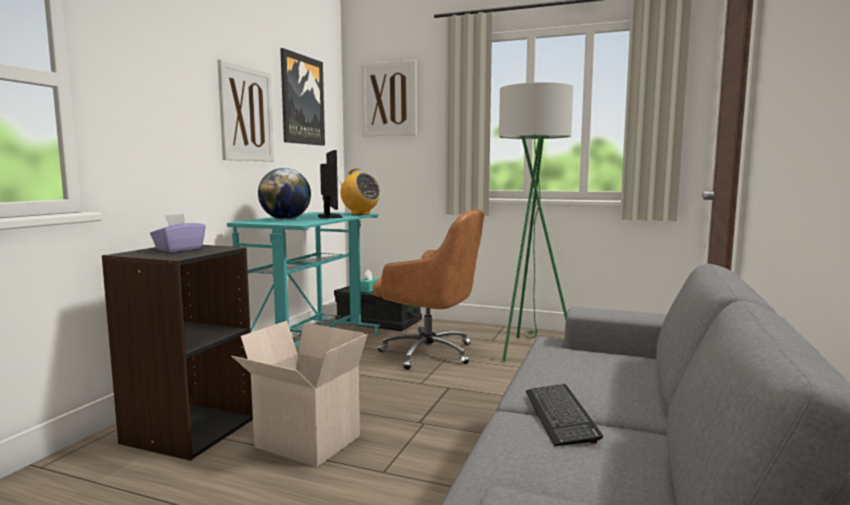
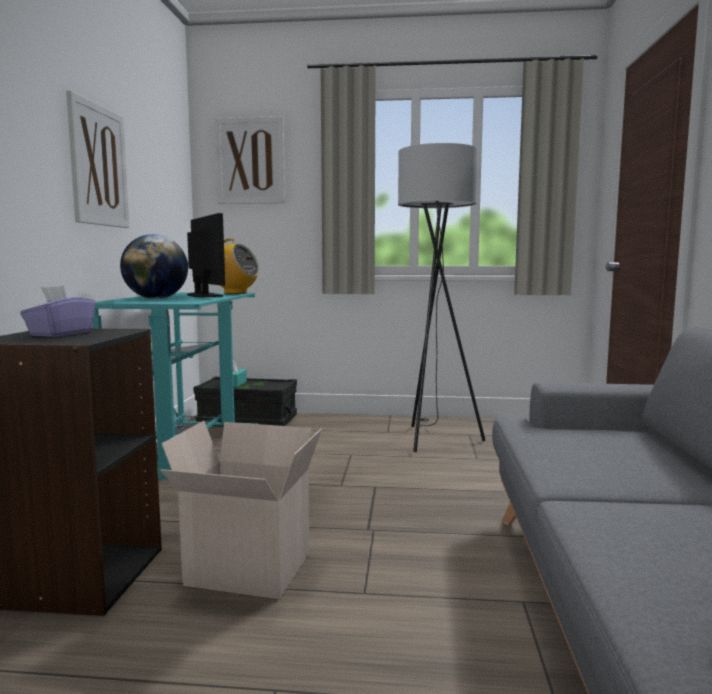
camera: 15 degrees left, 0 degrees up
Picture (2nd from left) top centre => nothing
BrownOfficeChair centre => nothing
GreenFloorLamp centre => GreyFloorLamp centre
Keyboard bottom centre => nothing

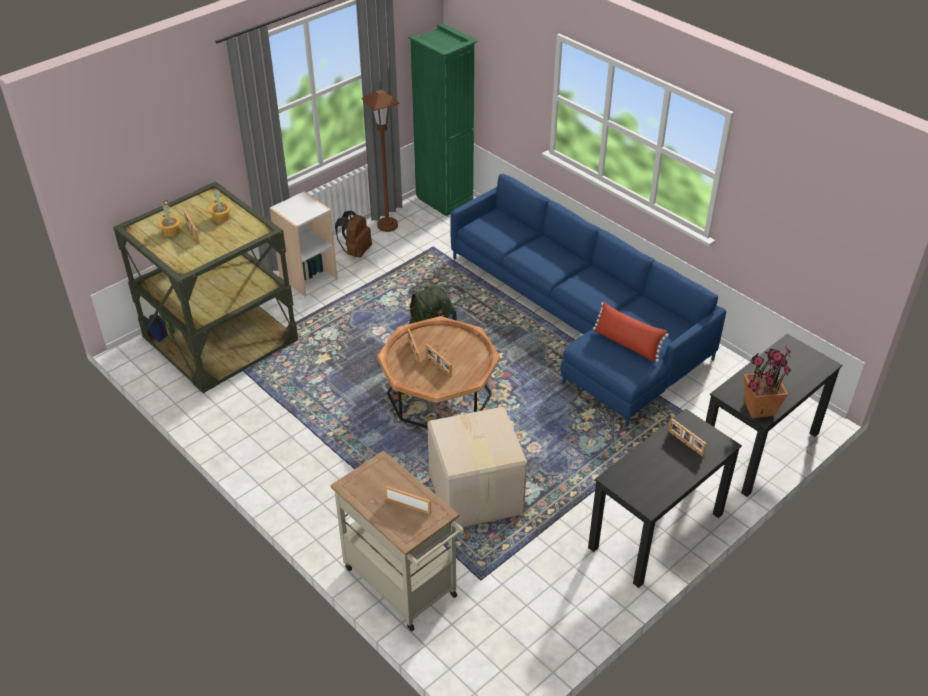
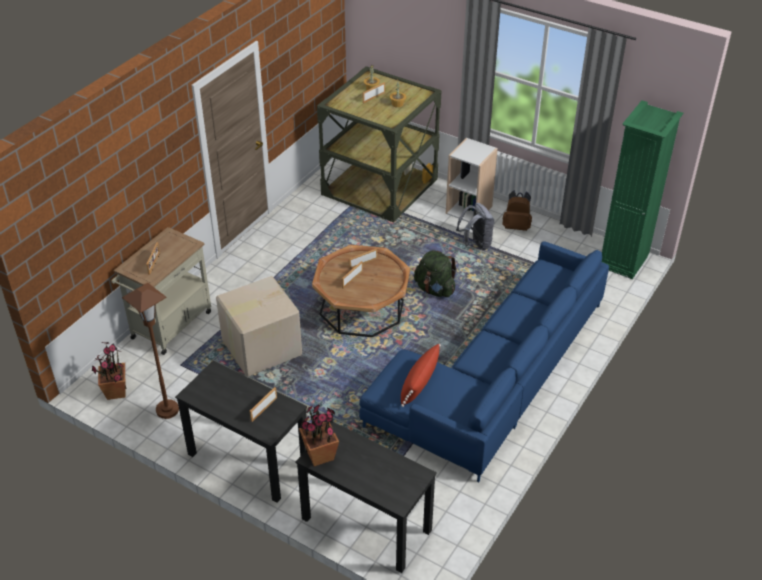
camera: 75 degrees right, 0 degrees up
BrownFloorLamp top centre => BrownFloorLamp middle left, move
nothing => PottedPlant (1st from left) middle left
nothing => GreyBackpack centre

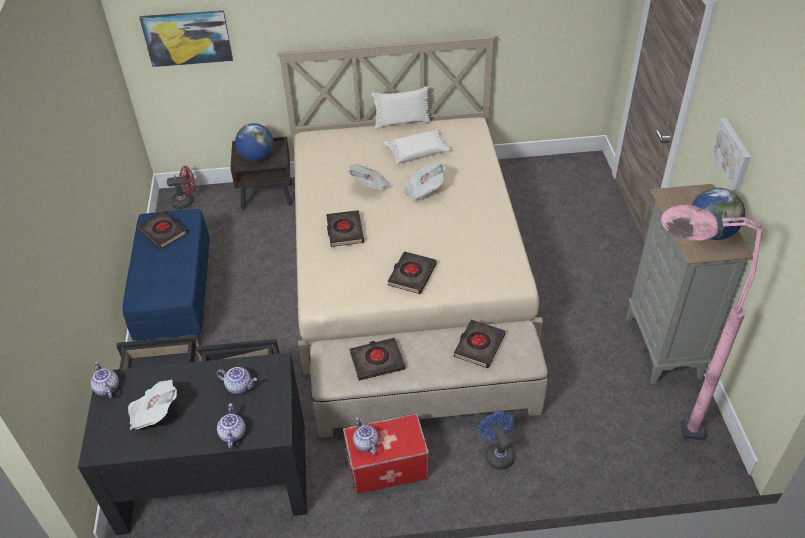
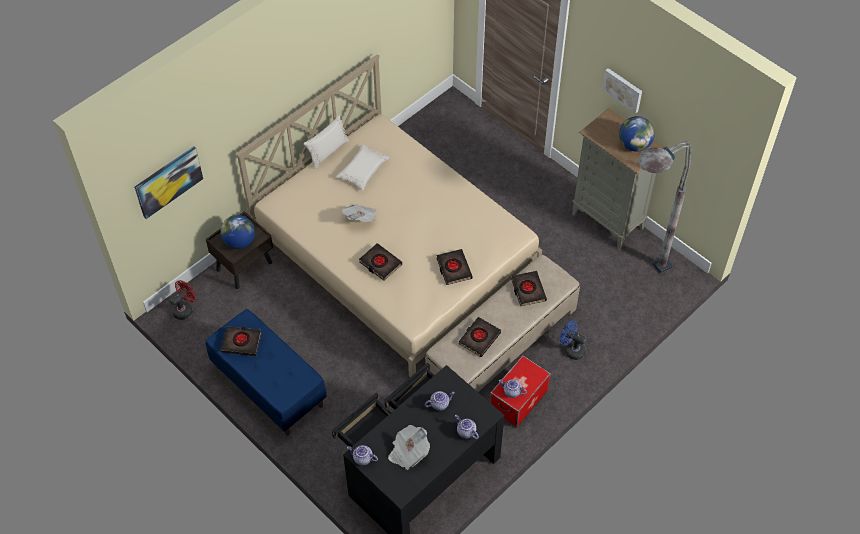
camera: 40 degrees left, 10 degrees up
Newspaper (3rd from left) centre => nothing
PinkFloorLamp middle right => GreyFloorLamp middle right

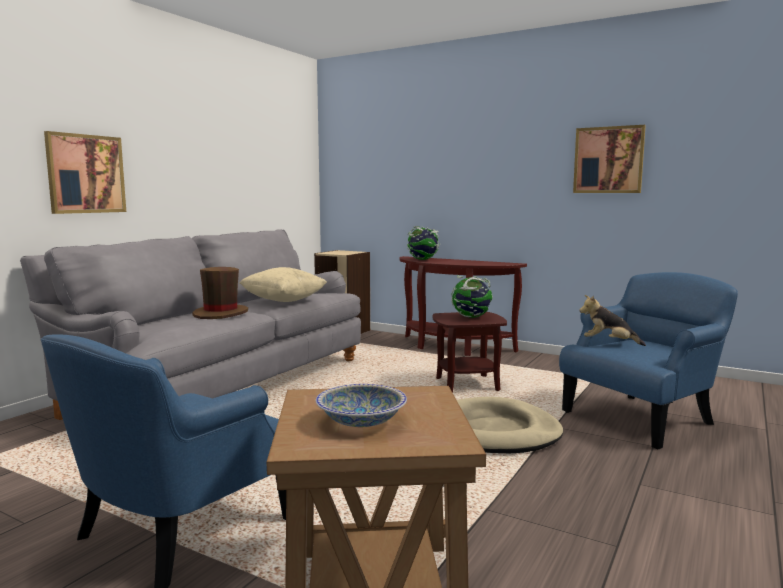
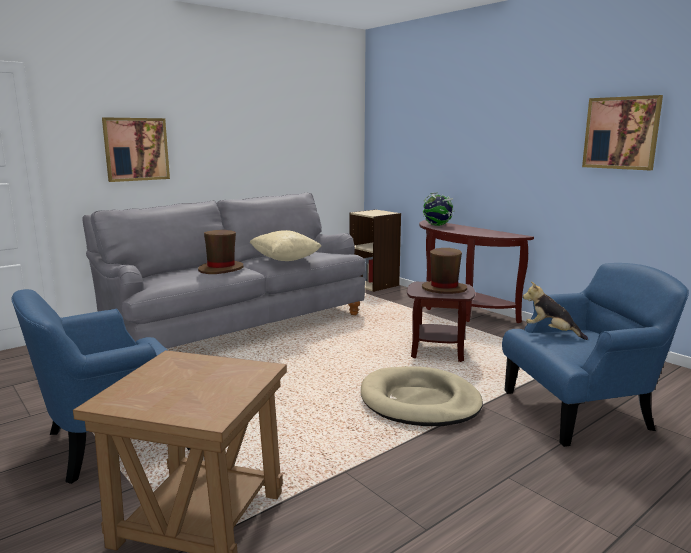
camera: 20 degrees right, 5 degrees up
Bowl bottom centre => nothing
Globe (2nd from left) centre => BrownHat (2nd from left) centre

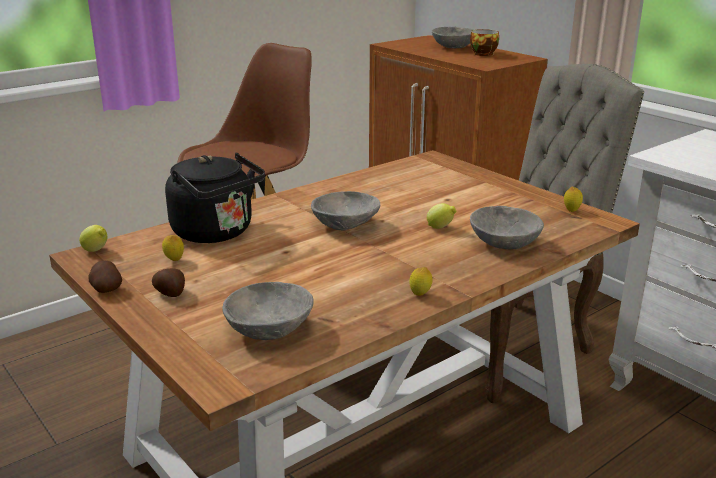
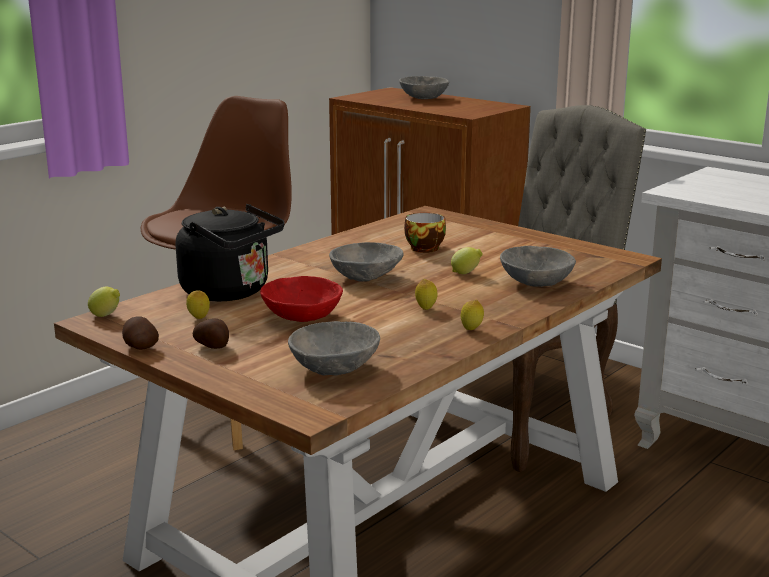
camera: 10 degrees left, 5 degrees down
Cup top right => Cup centre, move
Lemon (5th from left in the first image) middle right => Lemon (3rd from left) centre, move
nothing => RedBowl centre

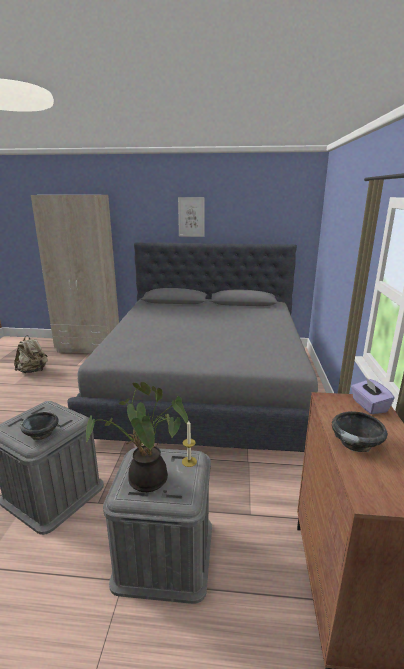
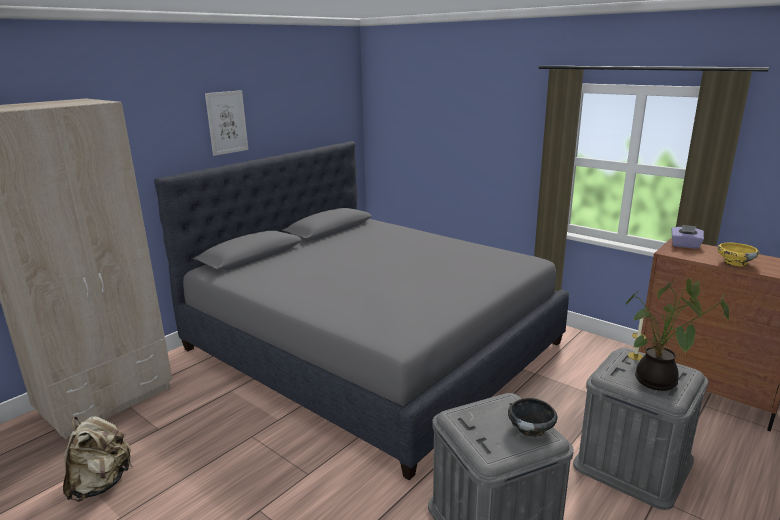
camera: 55 degrees left, 0 degrees up
BlackBowl (2nd from left) middle right => YellowBowl middle right

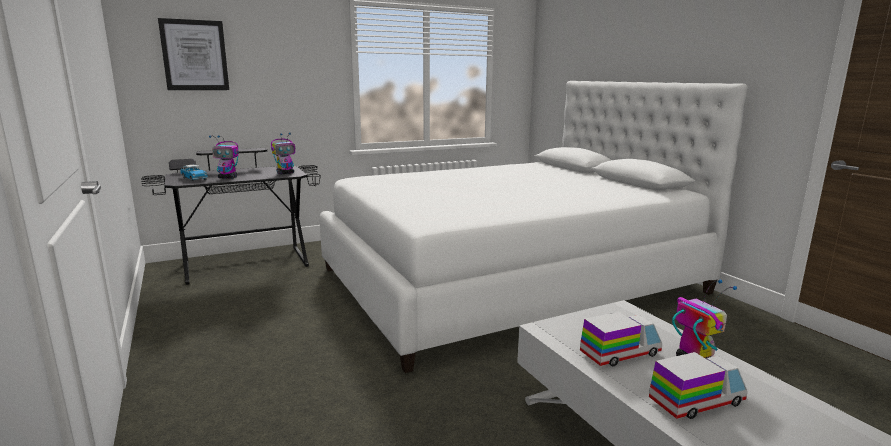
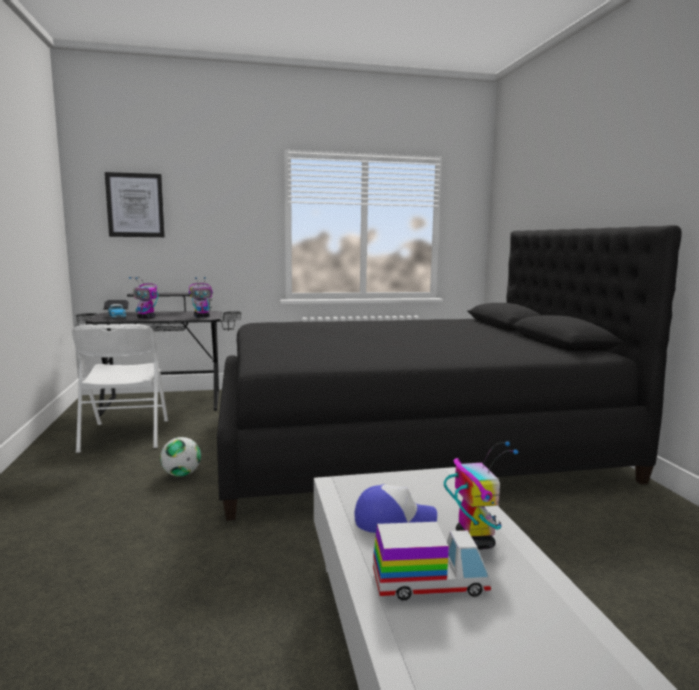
camera: 15 degrees right, 5 degrees down
WhiteBed centre => BlackBed centre
ToyTruck (1st from left) bottom right => Cap bottom centre
nothing => WhiteChair middle left
nothing => Football middle left

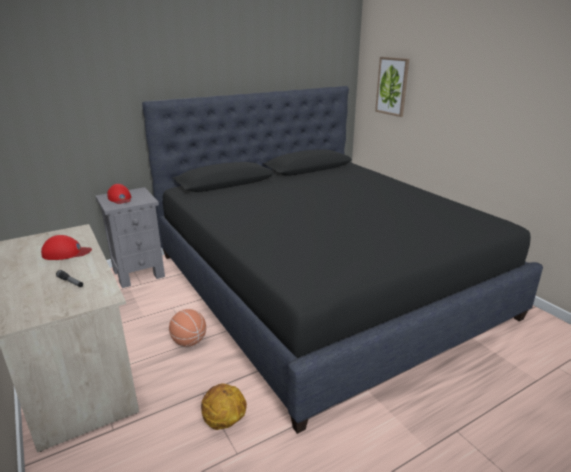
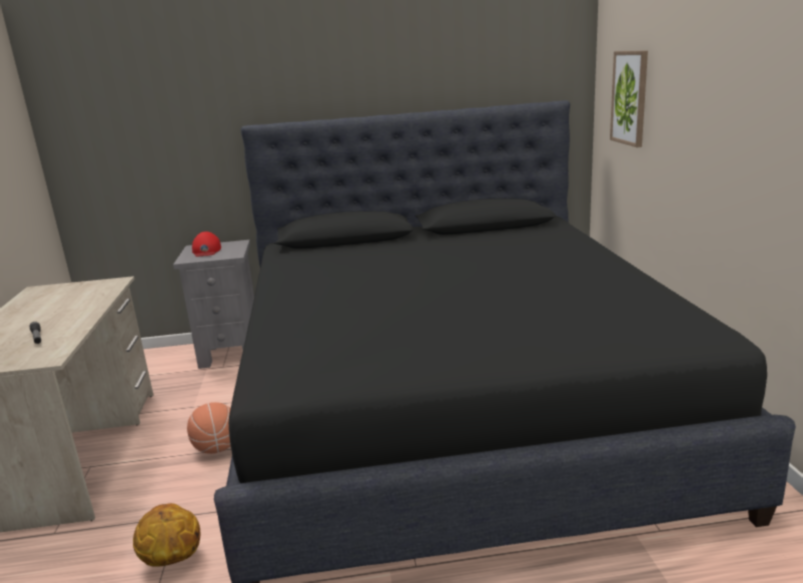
camera: 25 degrees right, 5 degrees down
RedCap (1st from left) middle left => nothing

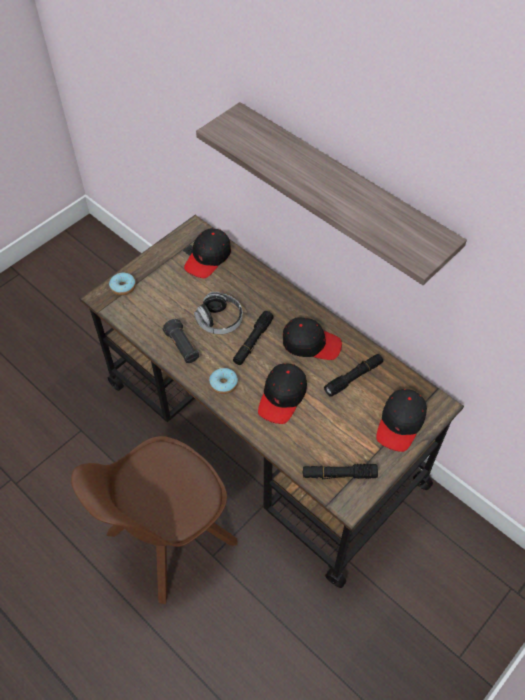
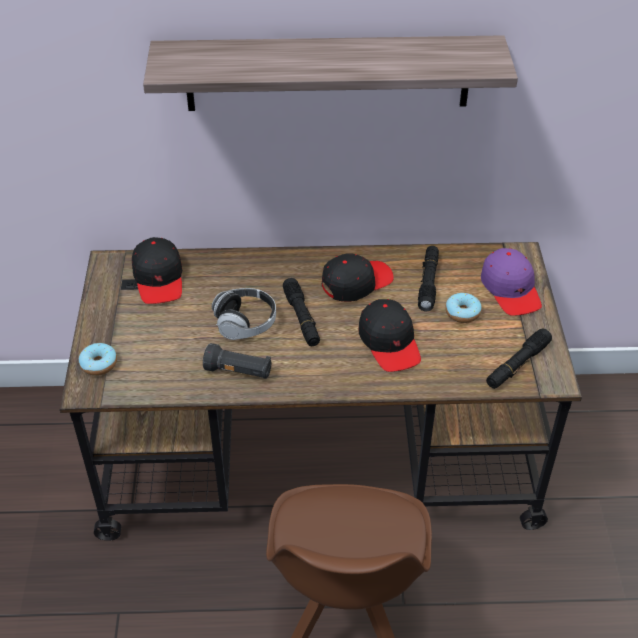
camera: 45 degrees left, 10 degrees down
Donut (2nd from left) centre => Donut (2nd from left) middle right, move
BlackCap (4th from left) middle right => PurpleCap middle right

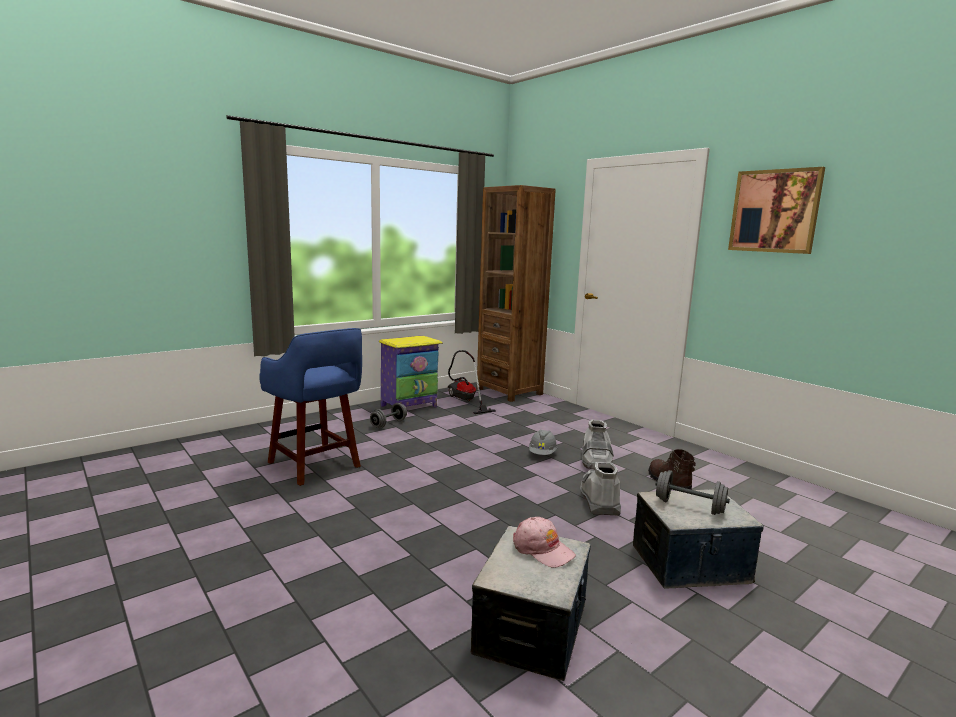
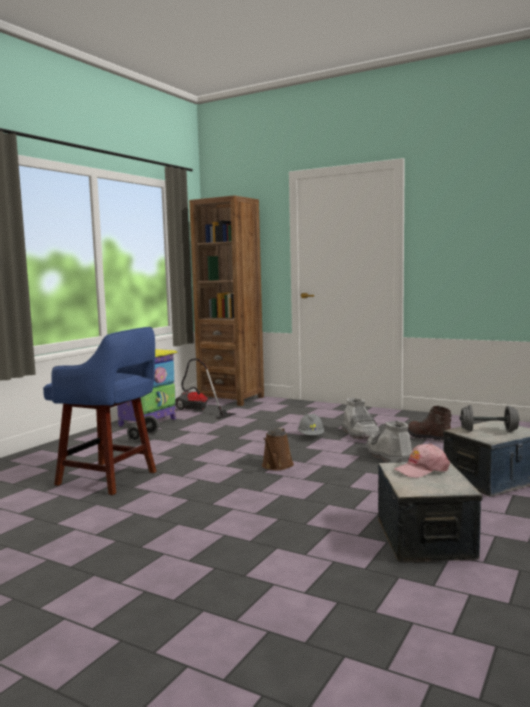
camera: 20 degrees left, 5 degrees down
PinkCap bottom centre => PinkCap middle right, 135 degrees clockwise
Picture top right => nothing
nothing => BrownWateringCan centre

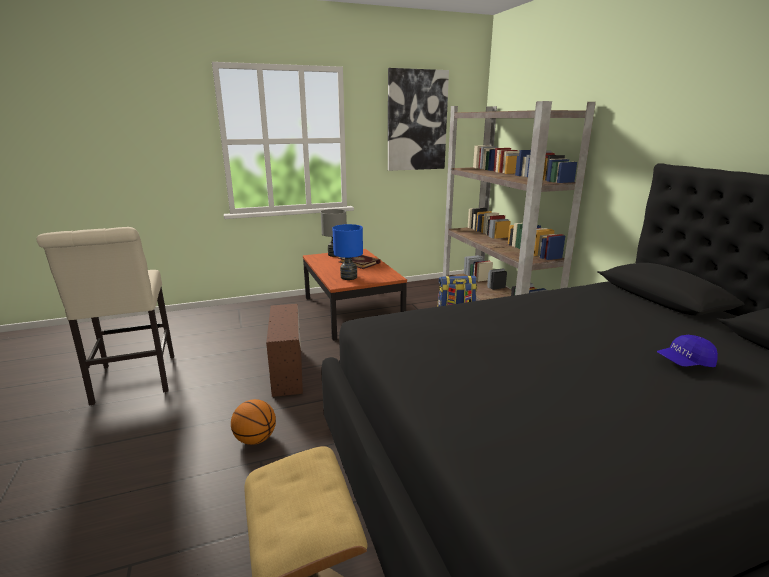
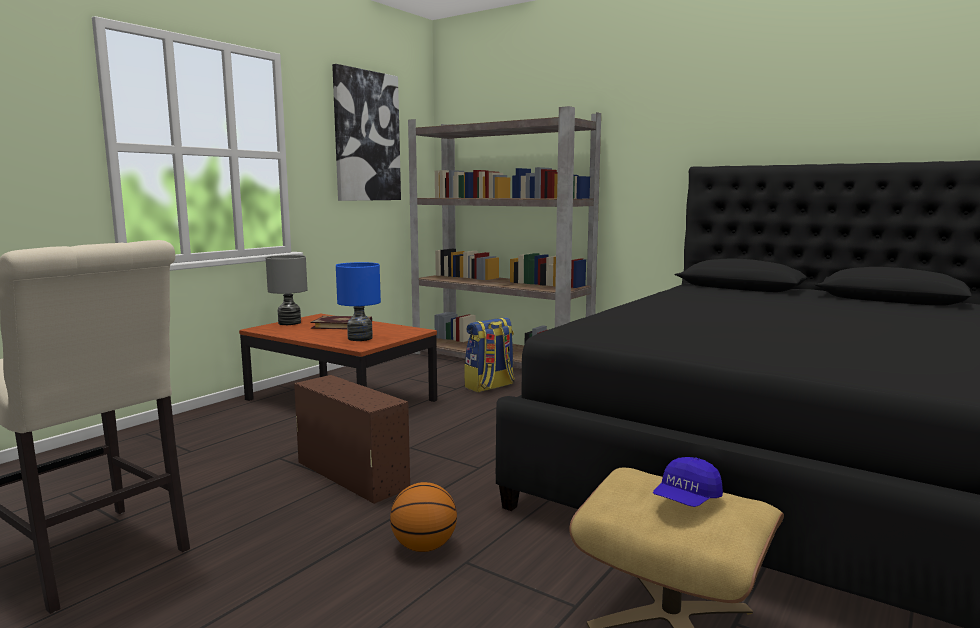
camera: 35 degrees left, 10 degrees down
BlueCap middle right => BlueCap bottom right, move

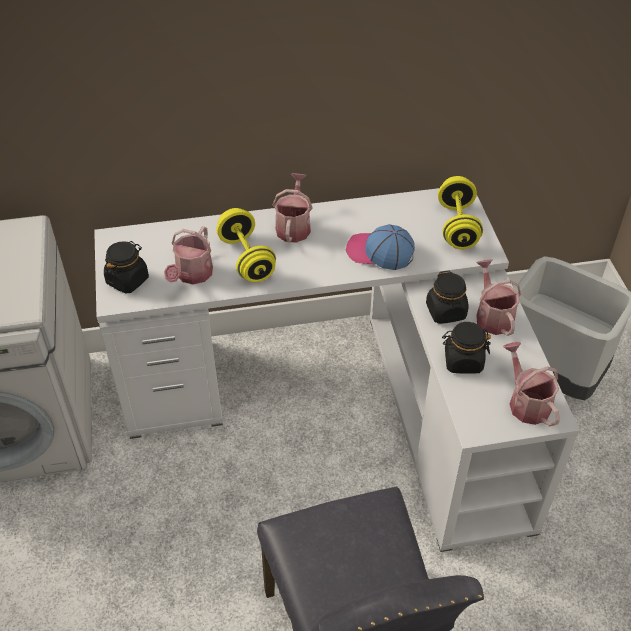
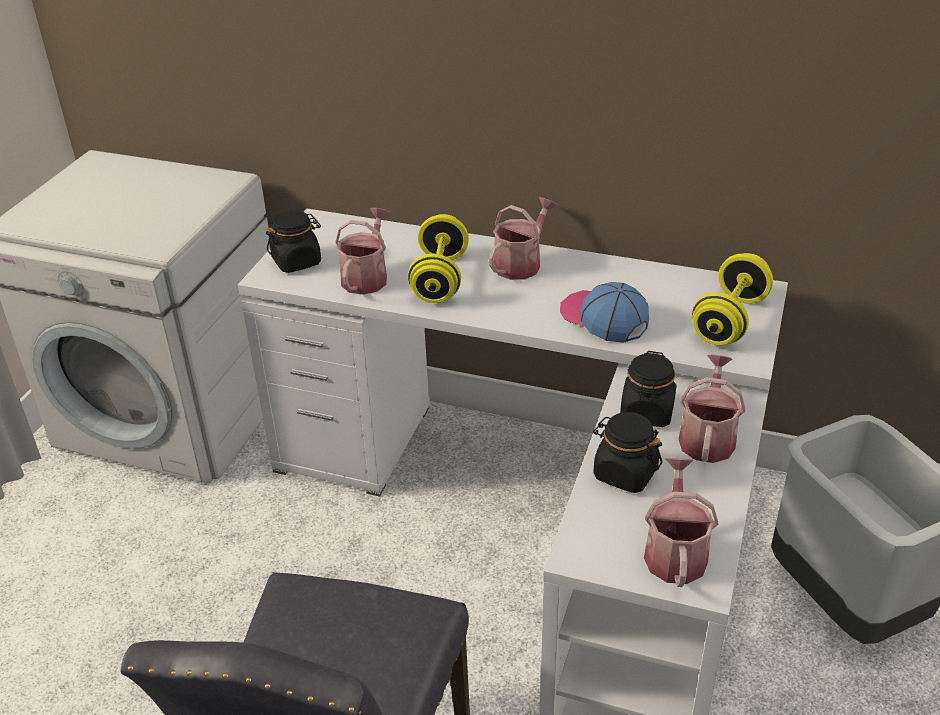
camera: 30 degrees right, 10 degrees down
WateringCan (1st from left) middle left => WateringCan (1st from left) centre, 150 degrees clockwise

